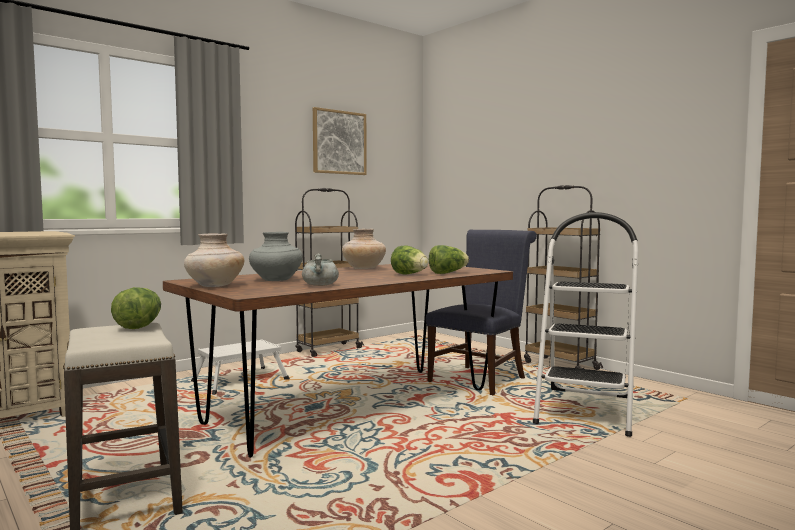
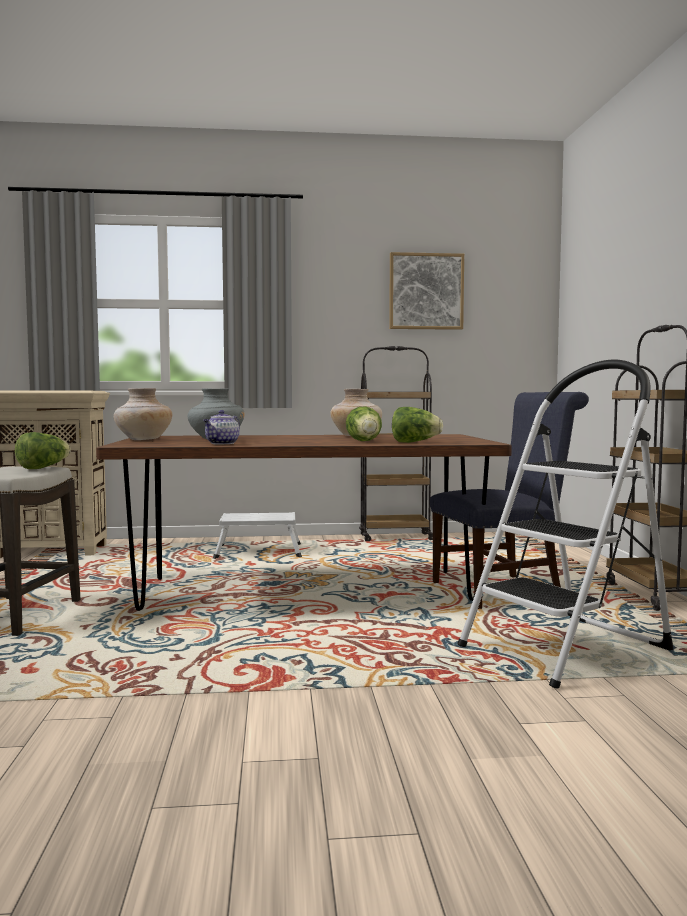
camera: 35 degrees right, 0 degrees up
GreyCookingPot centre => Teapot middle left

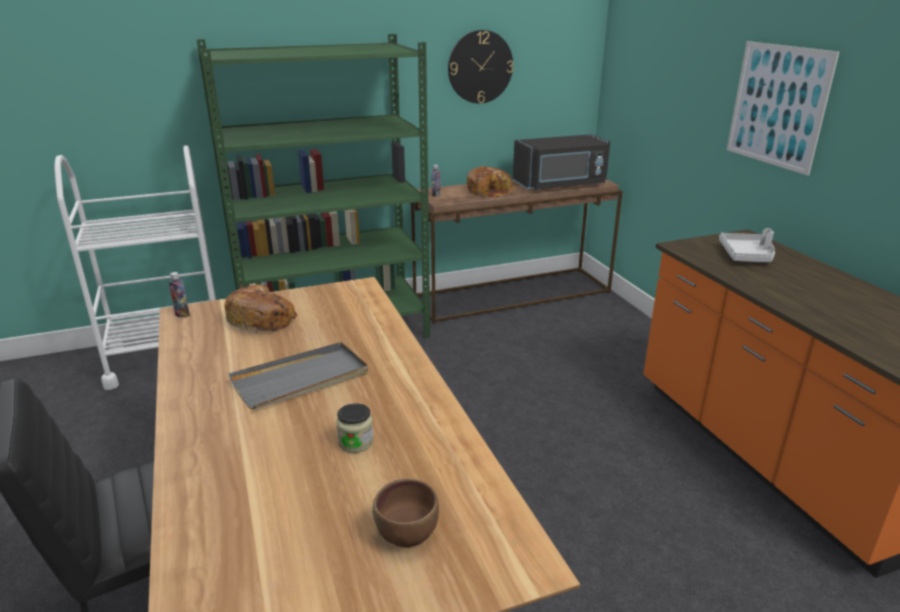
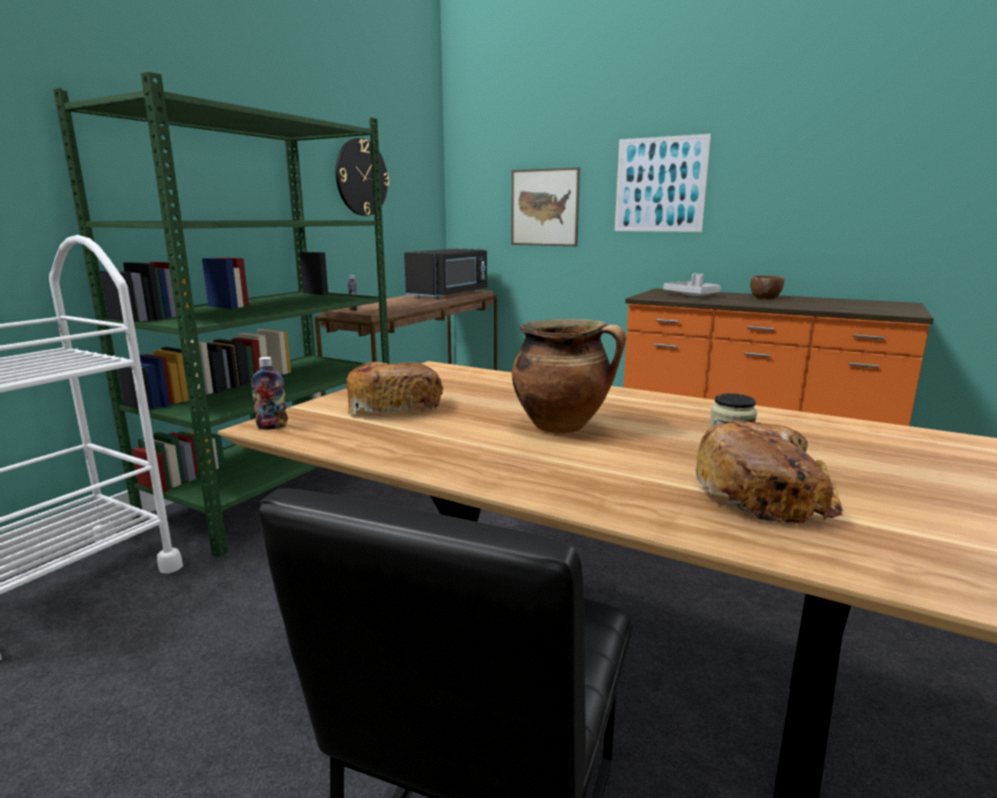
camera: 40 degrees left, 10 degrees down
GreyTray (1st from left) middle left => CookingPot centre
BrownBowl bottom centre => BrownBowl middle right, move
Bread (2nd from left) top centre => Bread (2nd from left) middle right, move
nothing => Picture (1st from left) top centre

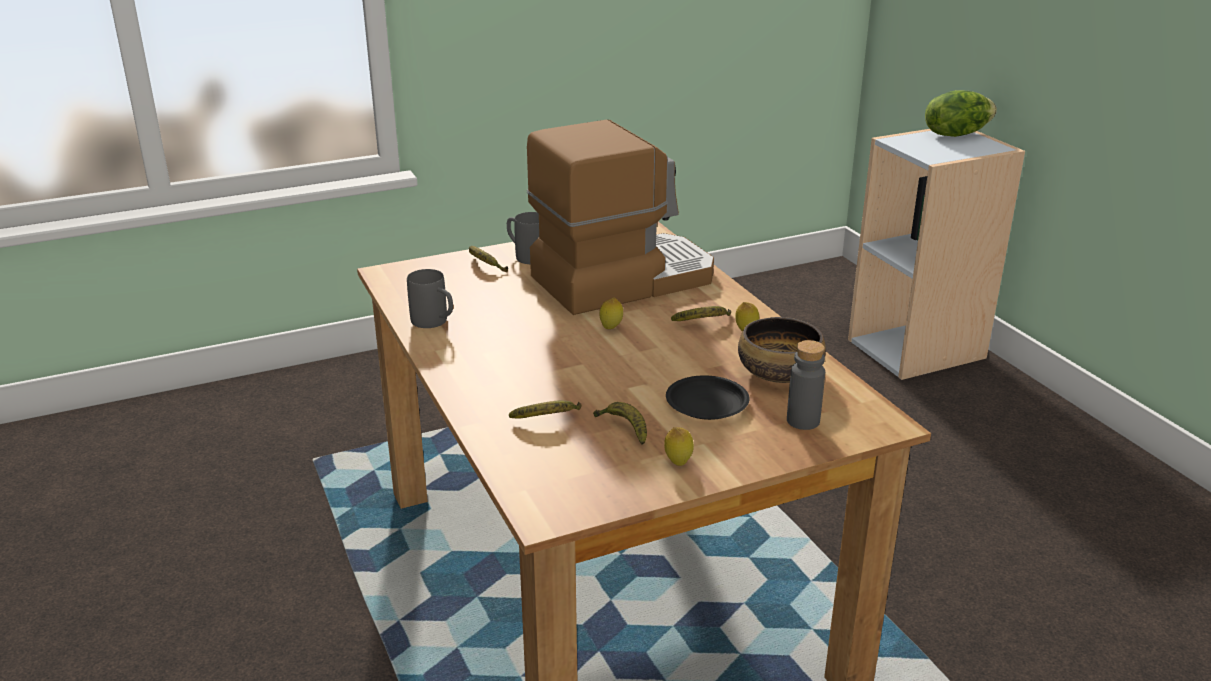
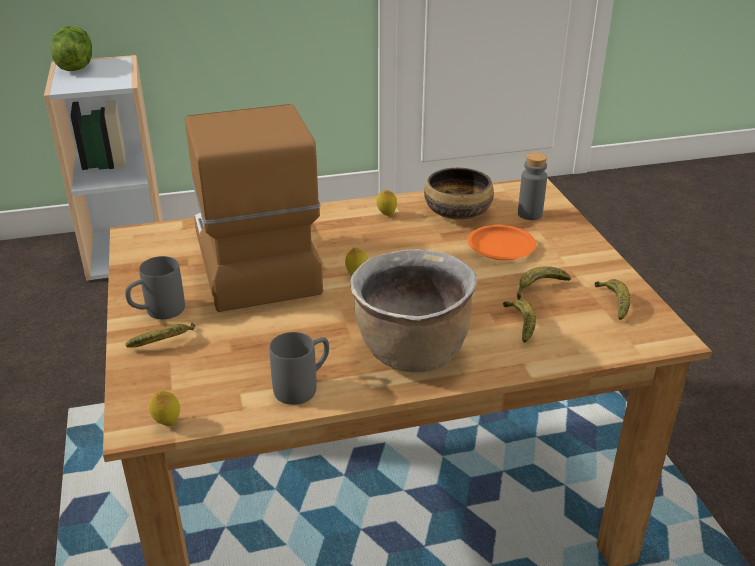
camera: 80 degrees left, 5 degrees up
Lemon (2nd from left in the first image) centre => Lemon (1st from left) bottom left, move
BlackPlate centre => OrangePlate centre
Banana (4th from left) centre => Banana (4th from left) middle right, move
nothing => BrownCookingPot centre

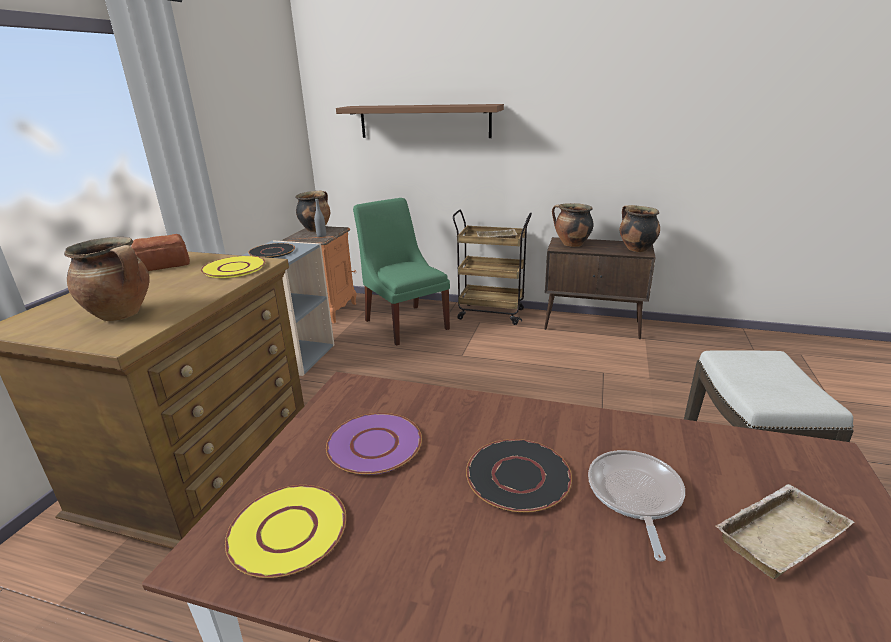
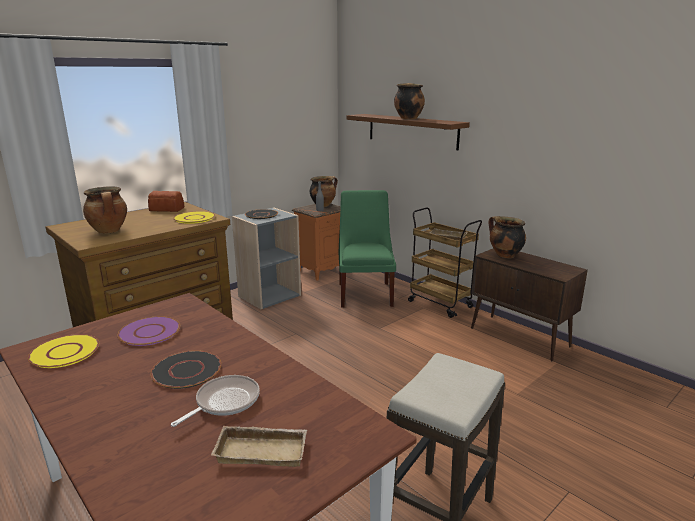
camera: 30 degrees right, 5 degrees down
CookingPot (4th from left in the first image) middle right => CookingPot (3rd from left) top centre, move

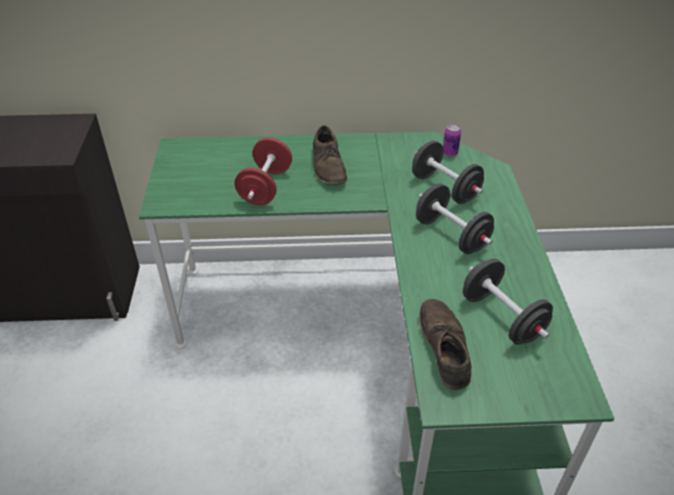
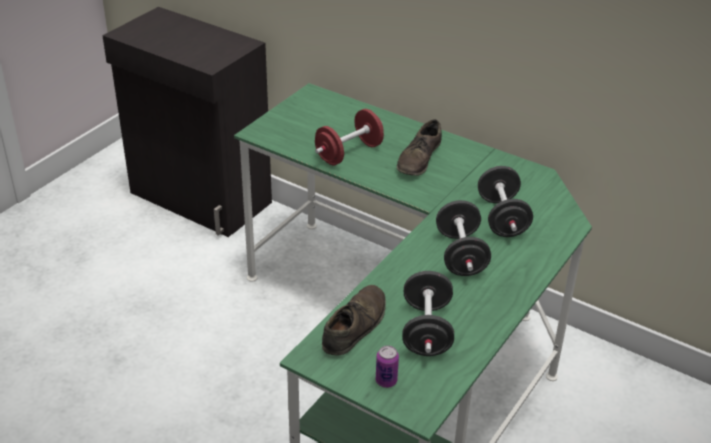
camera: 35 degrees right, 5 degrees down
Can top right => Can bottom centre, move

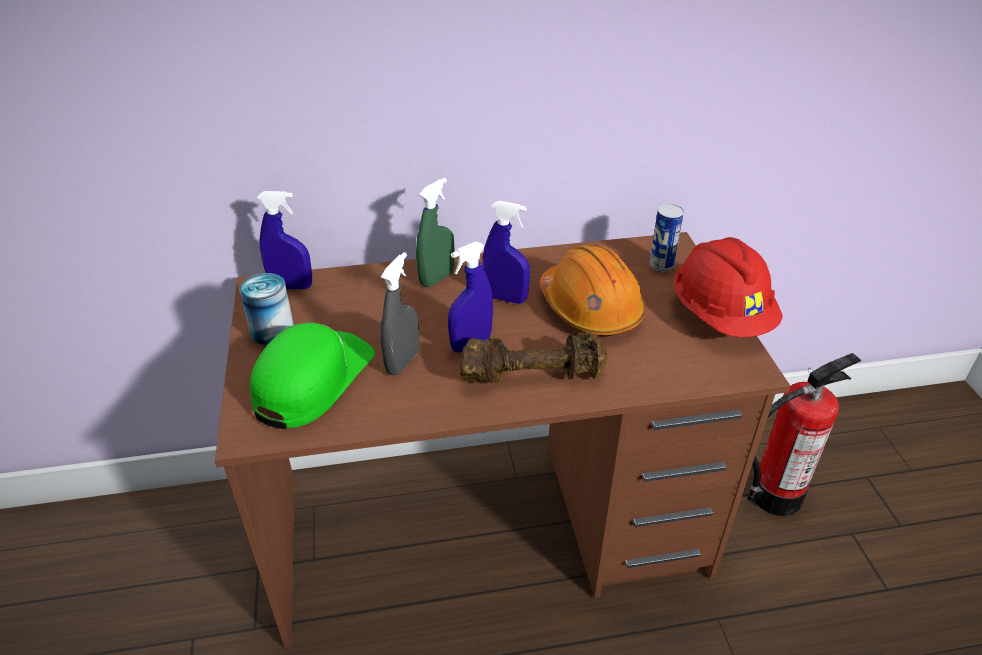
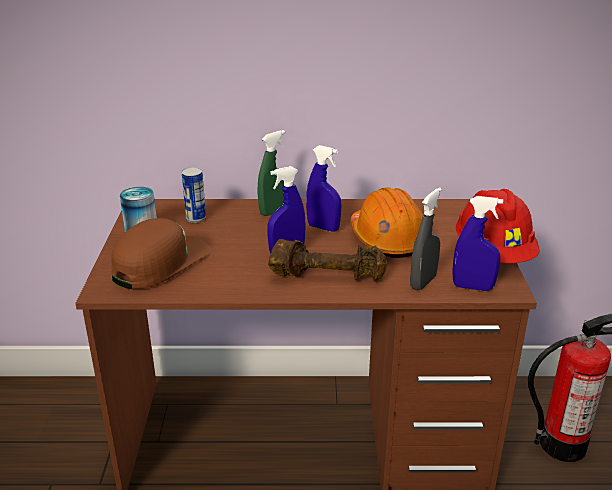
camera: 10 degrees right, 10 degrees down
GreenCap middle left => BrownCap middle left
BlueSprayBottle (1st from left in the first image) middle left => BlueSprayBottle (3rd from left) middle right, move
GreySprayBottle centre => GreySprayBottle middle right, move
Can (2nd from left) middle right => Can (2nd from left) middle left, move

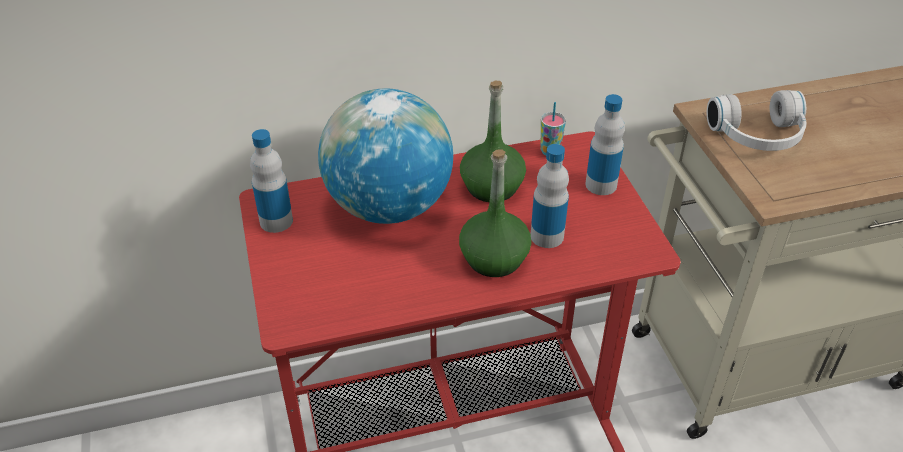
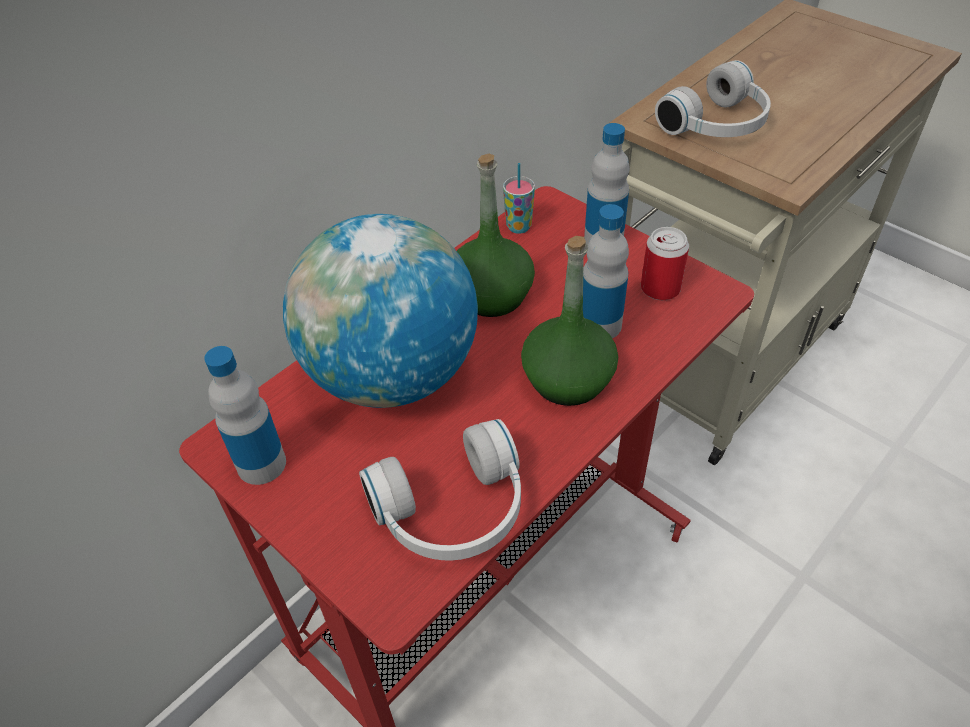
camera: 30 degrees left, 5 degrees up
nothing => WhiteHeadphones (1st from left) bottom centre
nothing => Can middle right

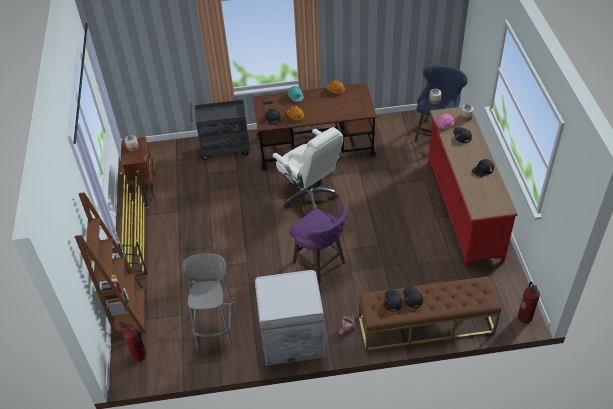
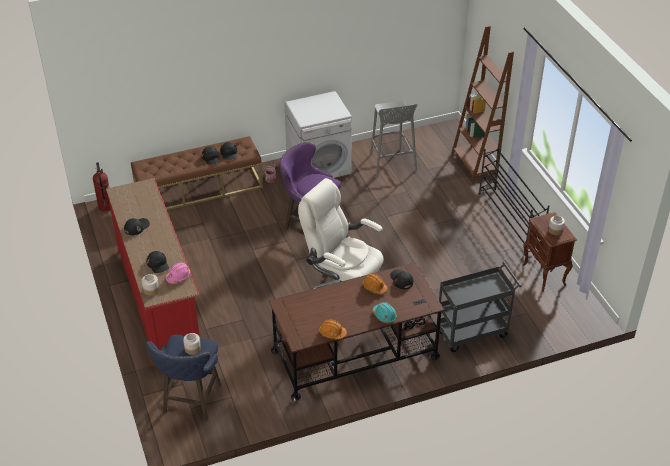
camera: 165 degrees right, 5 degrees down
YellowShoeRack middle left => BlackShoeRack middle right
FireExtinguisher (1st from left) bottom left => nothing

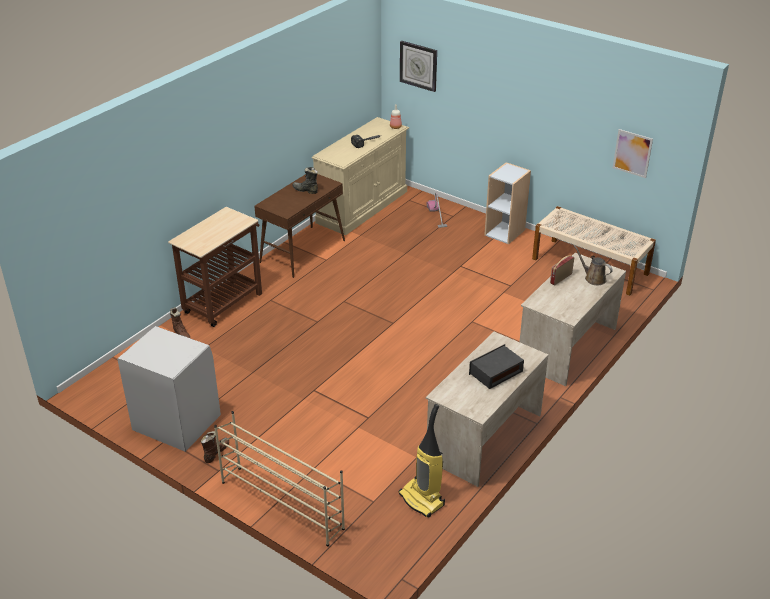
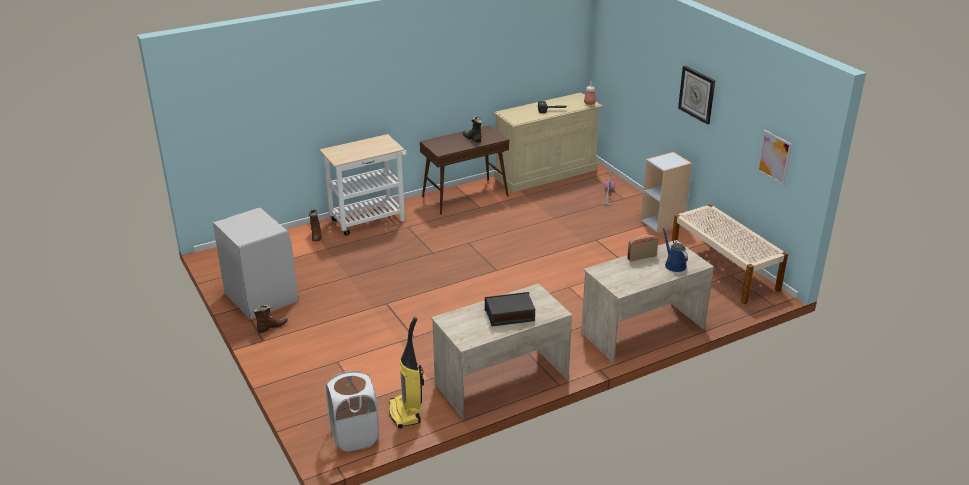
camera: 25 degrees right, 5 degrees down
BrownCart middle left => WhiteCart centre
BeigeShoeRack bottom centre => nothing
WallClock top centre => WallClock top right, move
BrownWateringCan middle right => BlueWateringCan middle right
nothing => WhiteLaundryBasket bottom centre

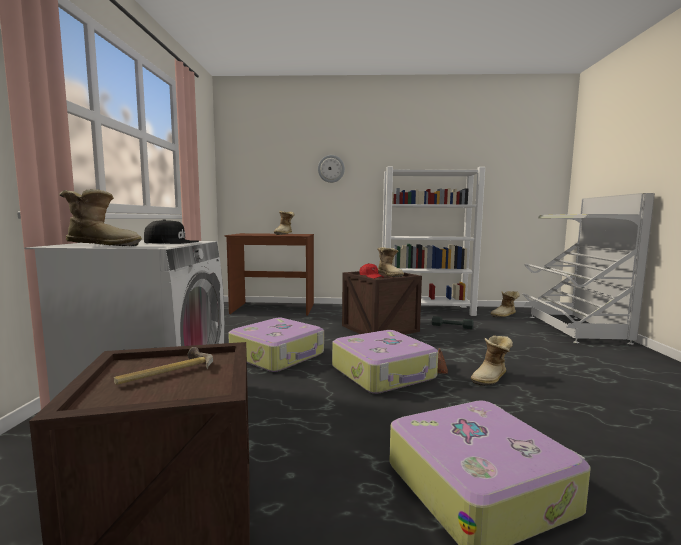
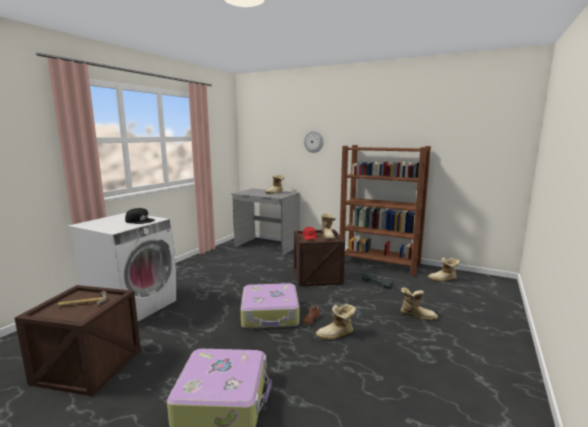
camera: 25 degrees right, 5 degrees up
Boot (1st from left in the first image) middle left => Boot (4th from left) bottom right, move
BrownDesk centre => GreyDesk centre
Suitcase (1st from left) centre => nothing
WhiteBookcase centre => BrownBookcase centre
WhiteShoeRack middle right => nothing

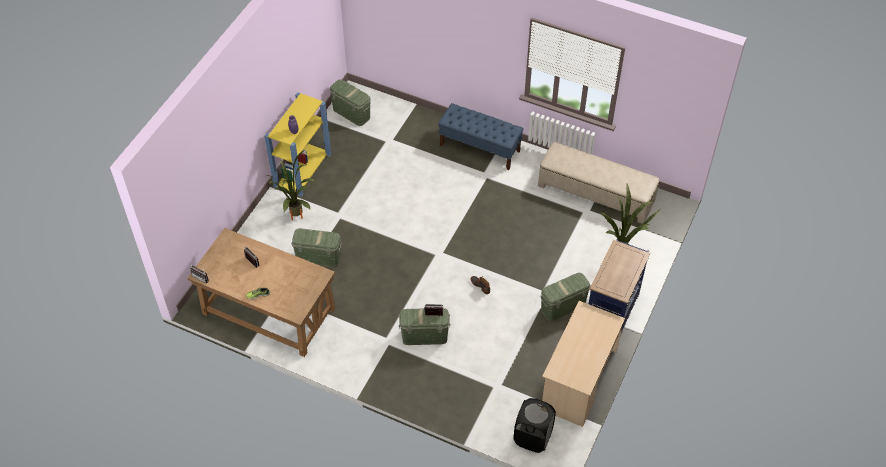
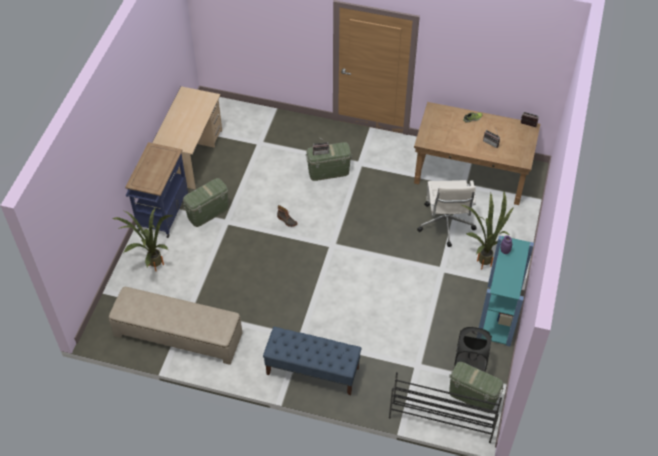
camera: 170 degrees right, 0 degrees up
YellowBookcase top centre => TurquoiseBookcase middle right
GreenStorageBox (1st from left) centre => WhiteOfficeChair middle right
BlackLaundryBasket bottom centre => BlackLaundryBasket bottom right, move
nothing => BlackShoeRack bottom right

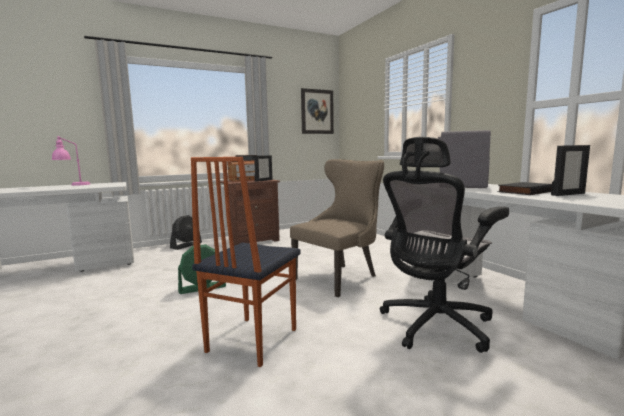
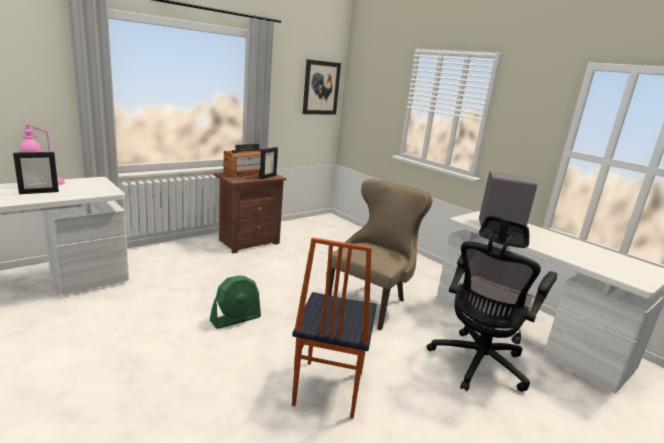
camera: 15 degrees left, 10 degrees up
BlackFan middle left => nothing
BlackBook middle right => nothing
PictureFrame (2nd from left in the first image) middle right => PictureFrame (1st from left) middle left, move

